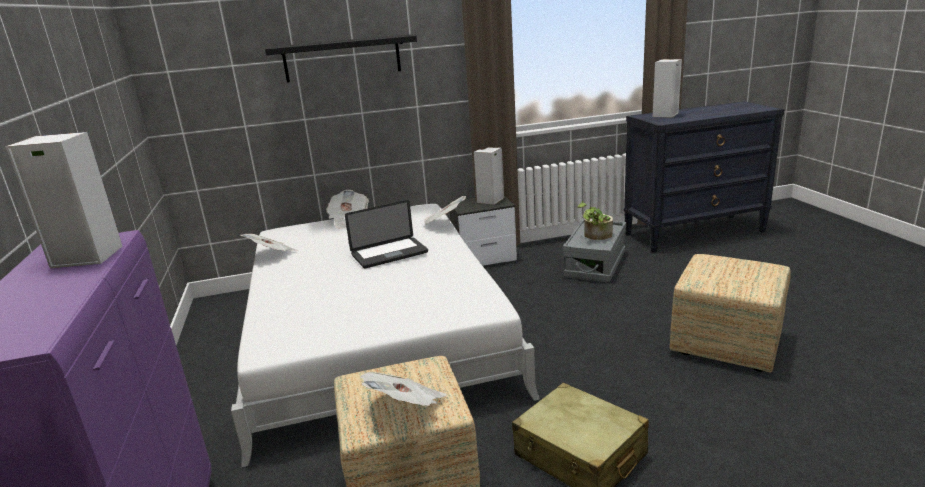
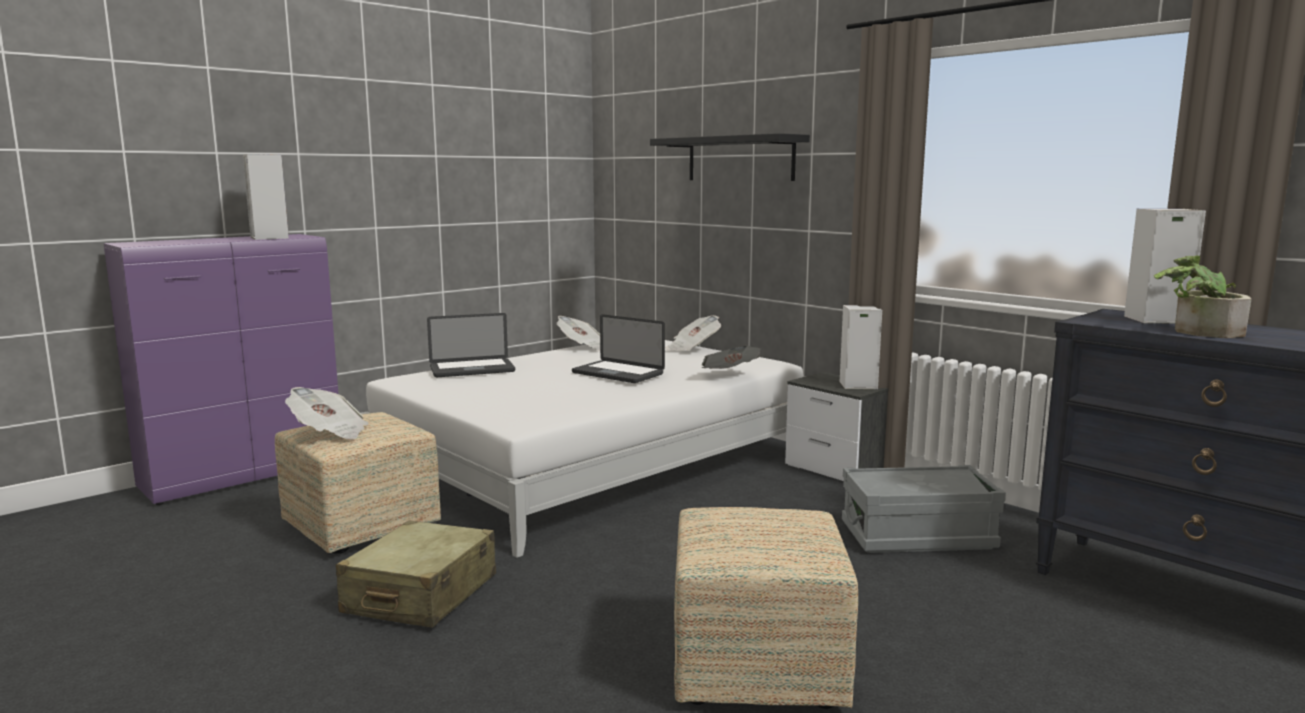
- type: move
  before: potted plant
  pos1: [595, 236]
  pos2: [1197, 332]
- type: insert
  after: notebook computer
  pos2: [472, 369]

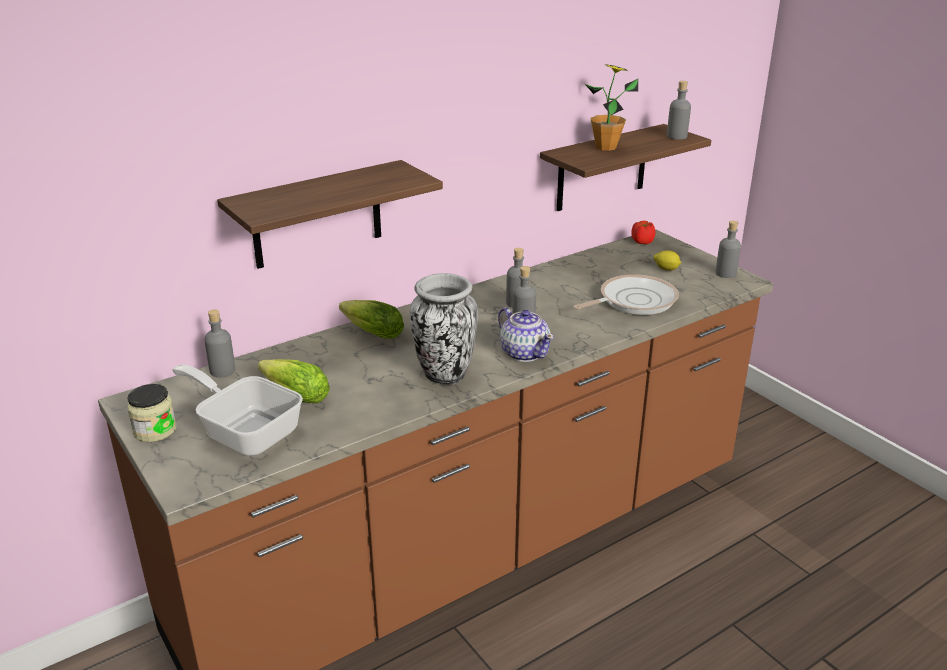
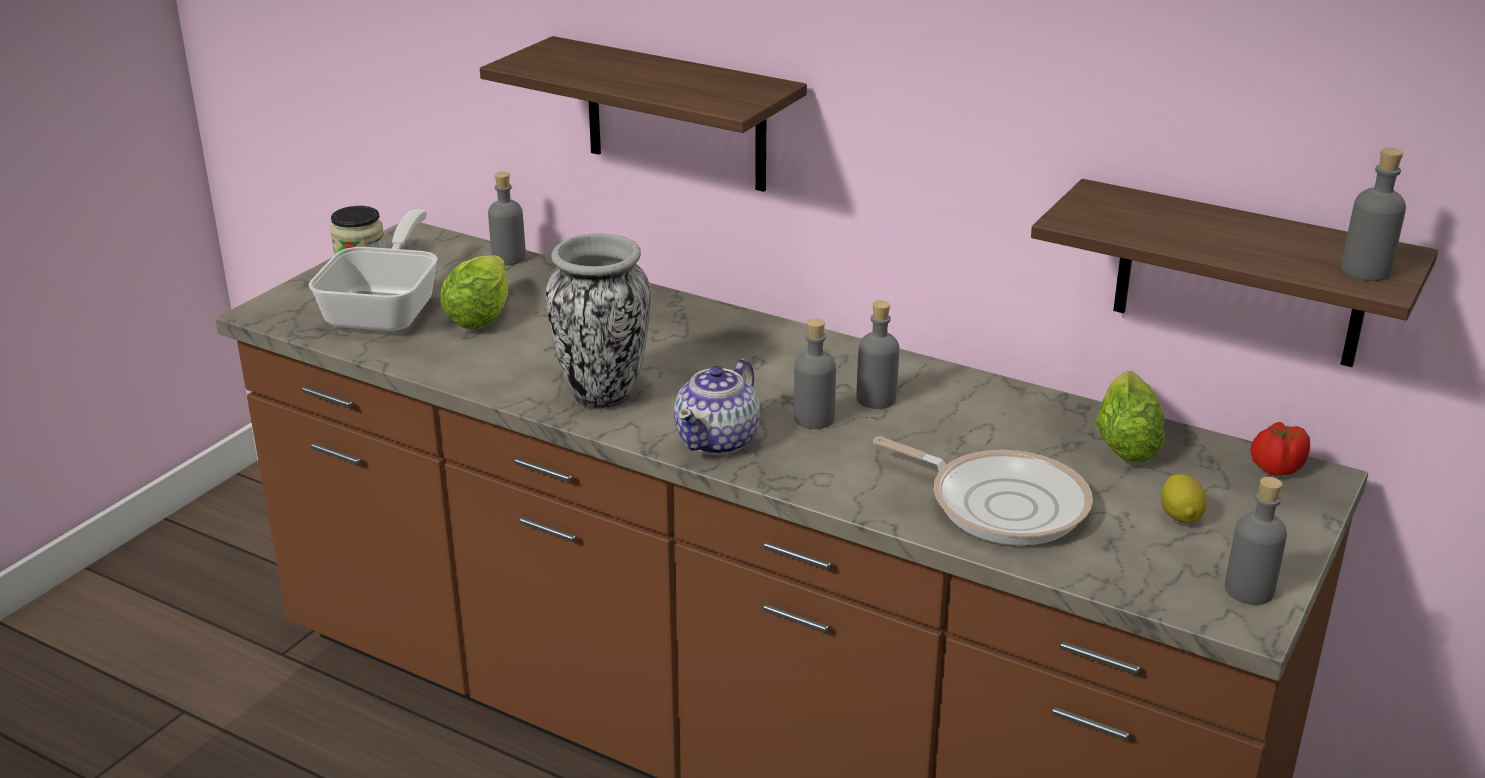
- type: move
  before: lettuce
  pos1: [370, 332]
  pos2: [1127, 438]
- type: delete
  before: potted plant
  pos1: [606, 147]

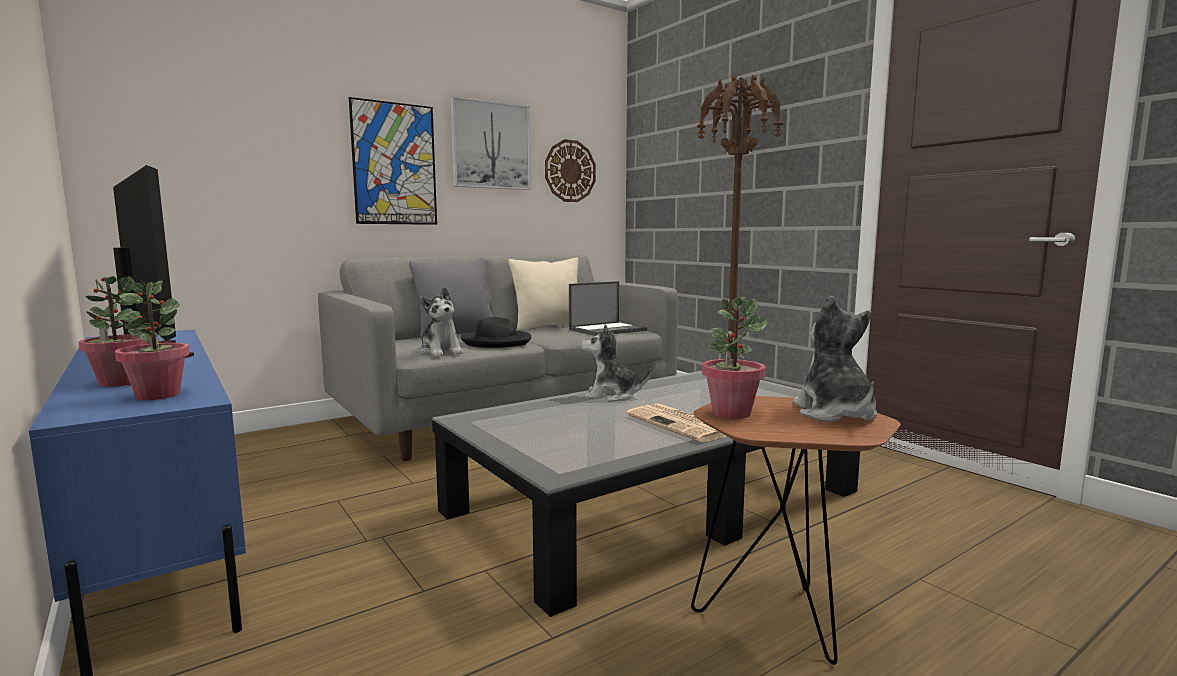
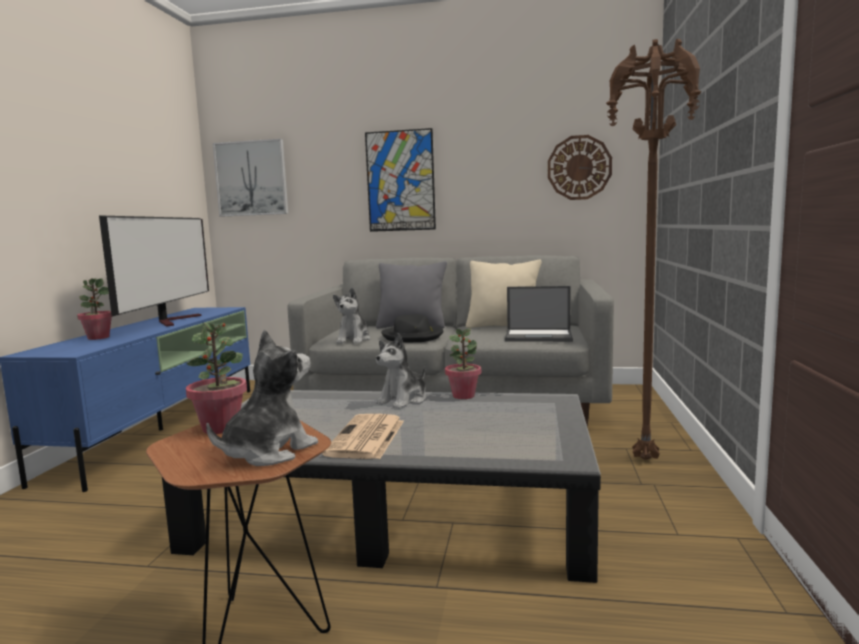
- type: move
  before: potted plant
  pos1: [158, 395]
  pos2: [463, 396]
- type: move
  before: picture
  pos1: [490, 145]
  pos2: [251, 178]
- type: rotate
  before: soft toy
  pos1: [612, 396]
  pos2: [403, 400]
  turn: -105

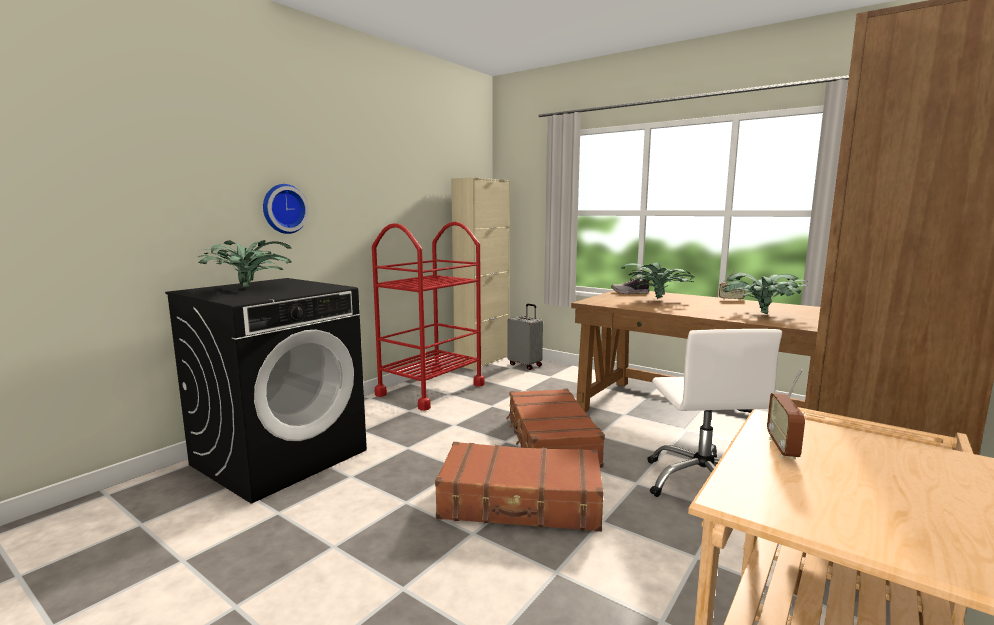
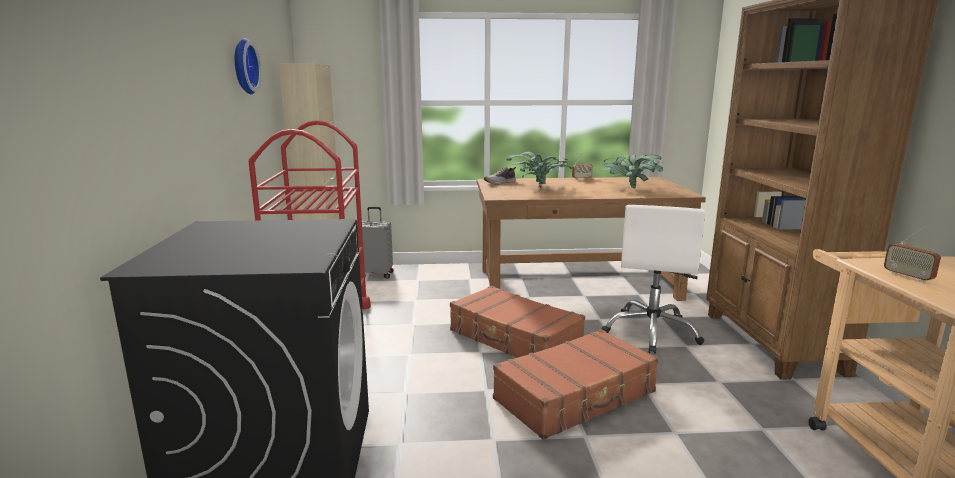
- type: delete
  before: potted plant
  pos1: [249, 288]
- type: move
  before: wall clock
  pos1: [283, 209]
  pos2: [242, 66]
- type: rotate
  before: white-coloured office chair
  pos1: [702, 483]
  pos2: [652, 332]
  turn: 60

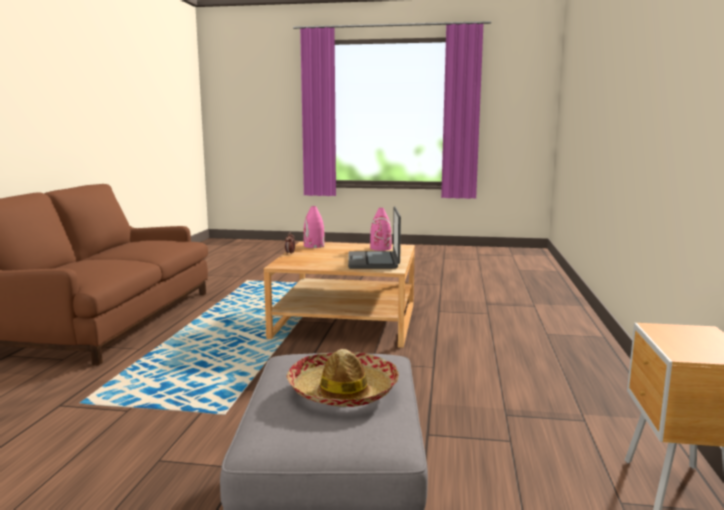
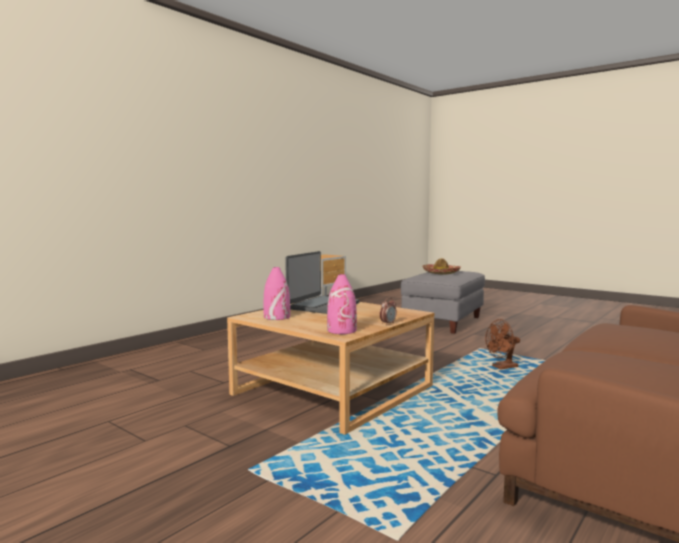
- type: insert
  after: brownish fan
  pos2: [502, 367]

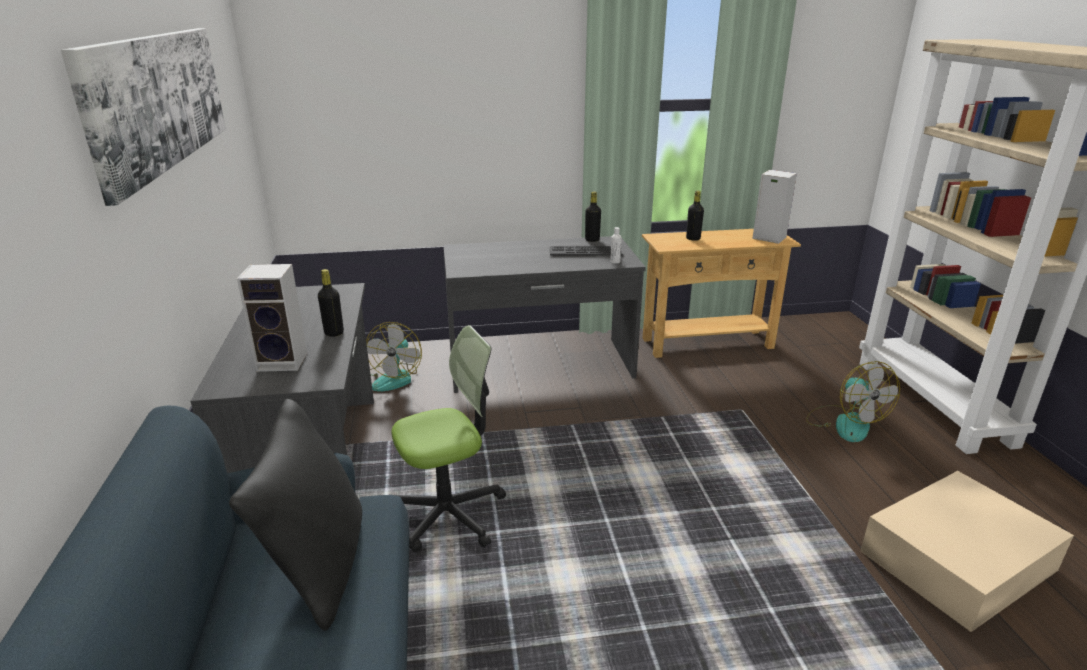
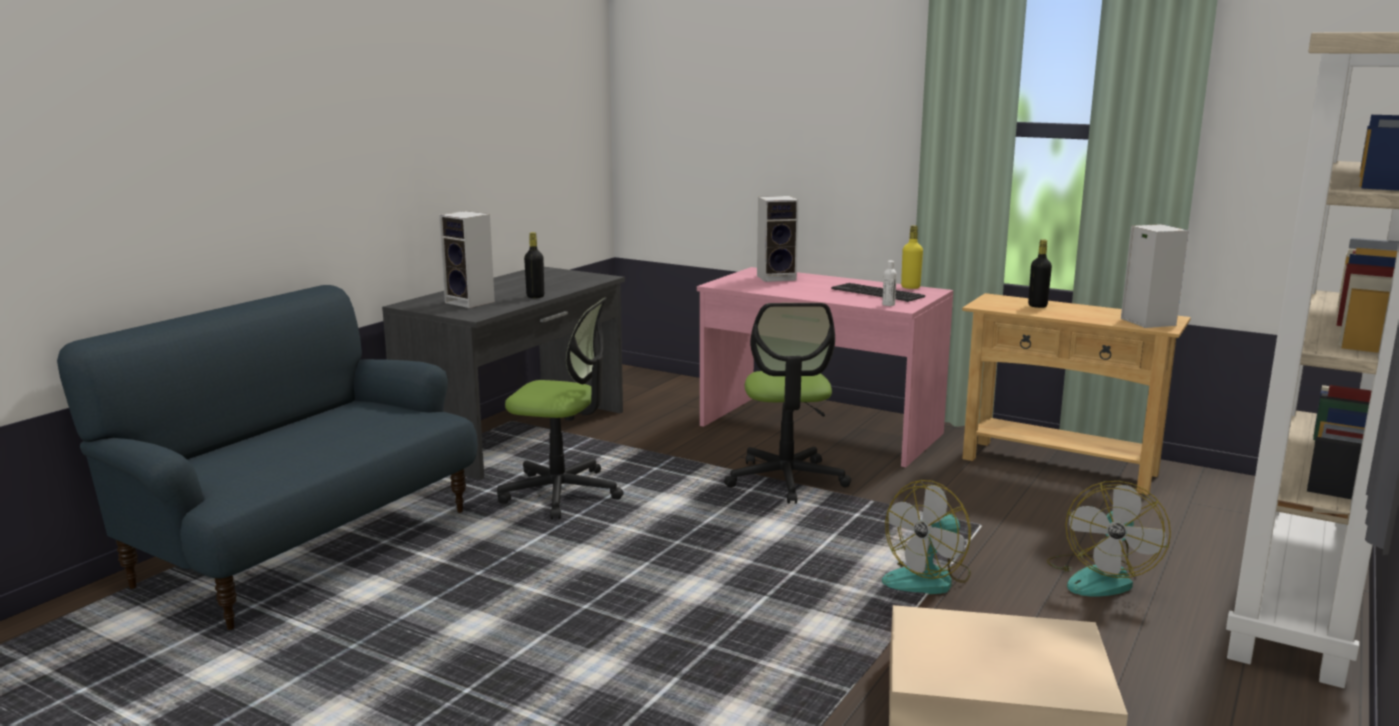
- type: delete
  before: picture
  pos1: [159, 100]
- type: delete
  before: blackish cushion
  pos1: [319, 567]
- type: move
  before: fan
  pos1: [395, 377]
  pos2: [928, 578]
- type: recolor
  before: greyish desk
  after: pink desk
  pos1: [540, 365]
  pos2: [819, 430]
- type: recolor
  before: blackish drink bottle
  after: yellowish drink bottle
  pos1: [592, 240]
  pos2: [910, 287]
- type: insert
  after: office chair
  pos2: [786, 480]
- type: insert
  after: loudspeaker
  pos2: [777, 277]

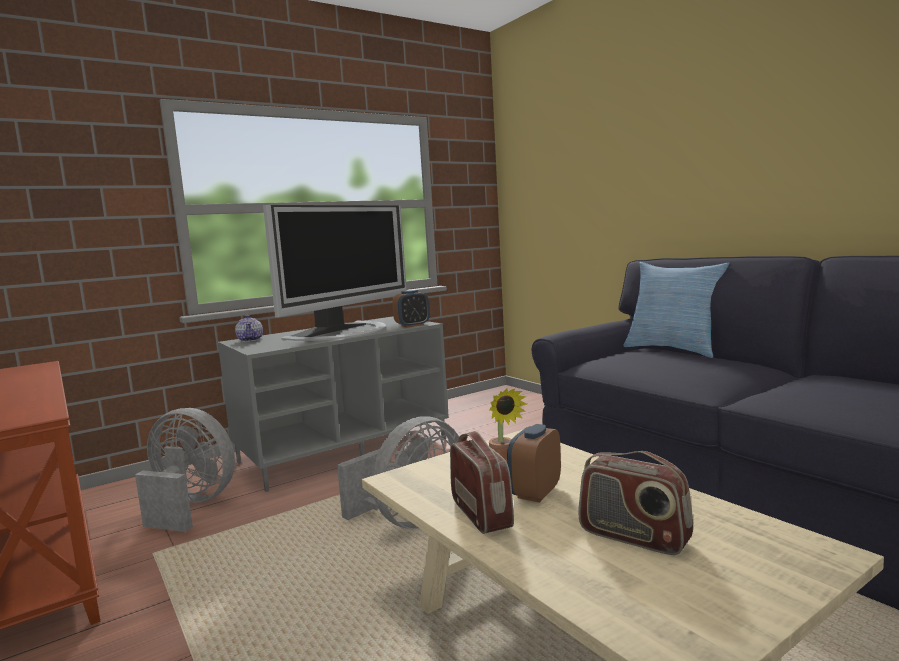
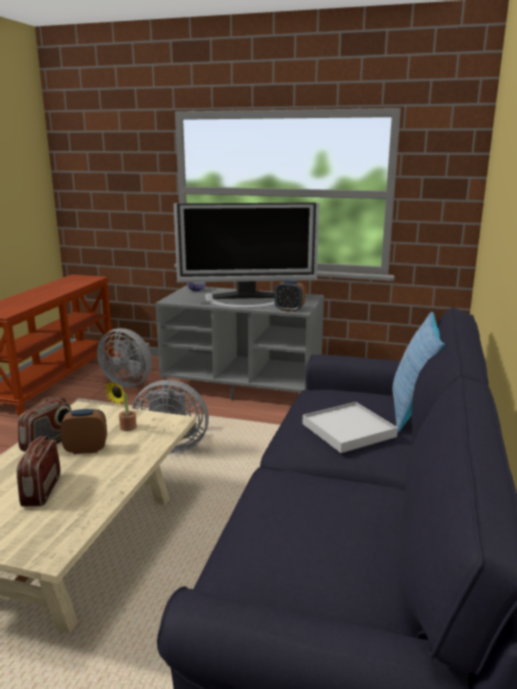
- type: rotate
  before: greyish fan
  pos1: [190, 506]
  pos2: [129, 382]
  turn: 135
- type: insert
  after: white-coloured serving tray
  pos2: [348, 430]

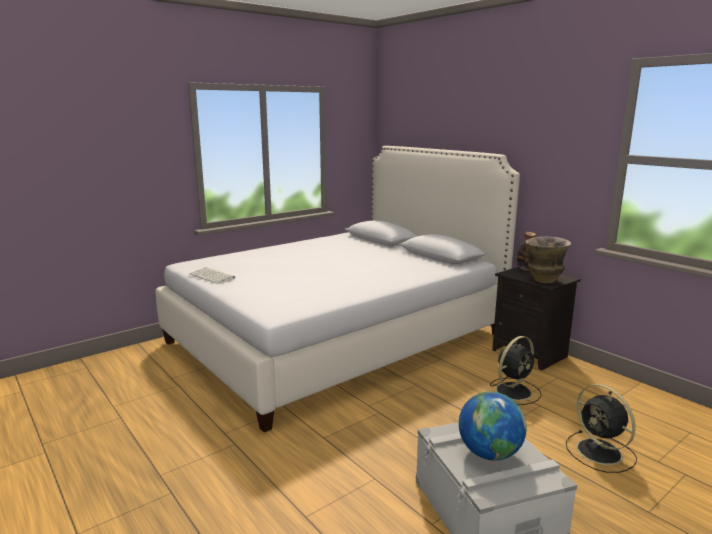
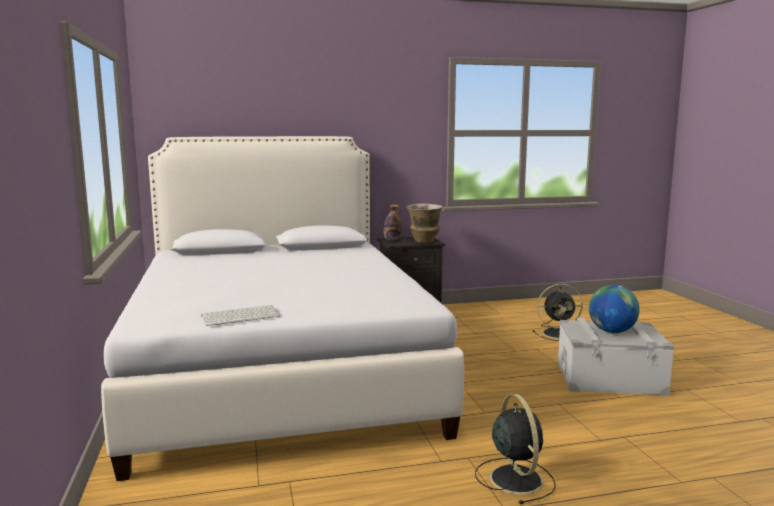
- type: move
  before: blackish fan
  pos1: [514, 391]
  pos2: [515, 478]

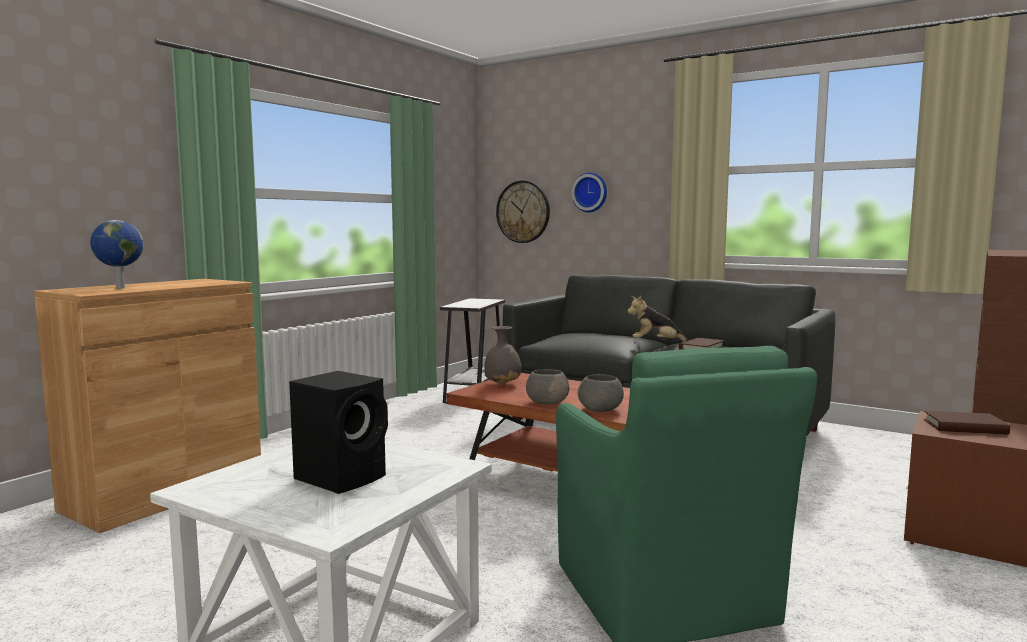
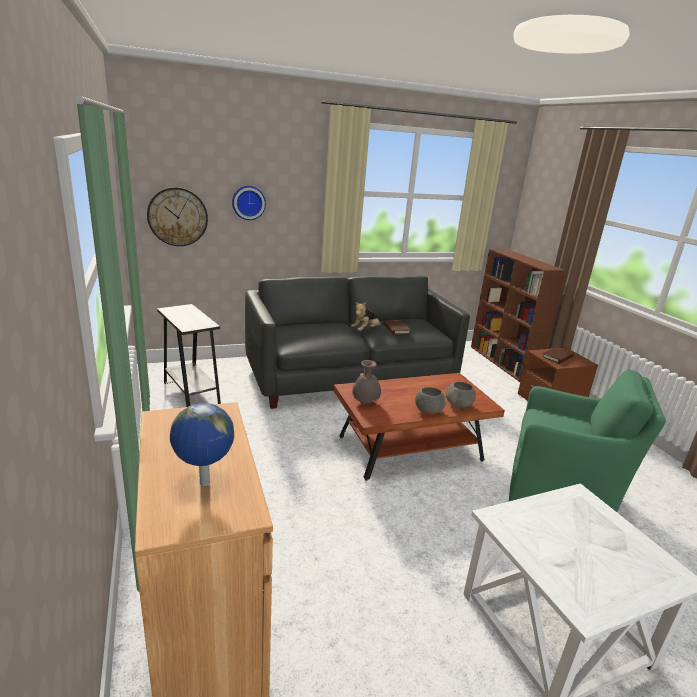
- type: delete
  before: blackish loudspeaker
  pos1: [343, 477]

